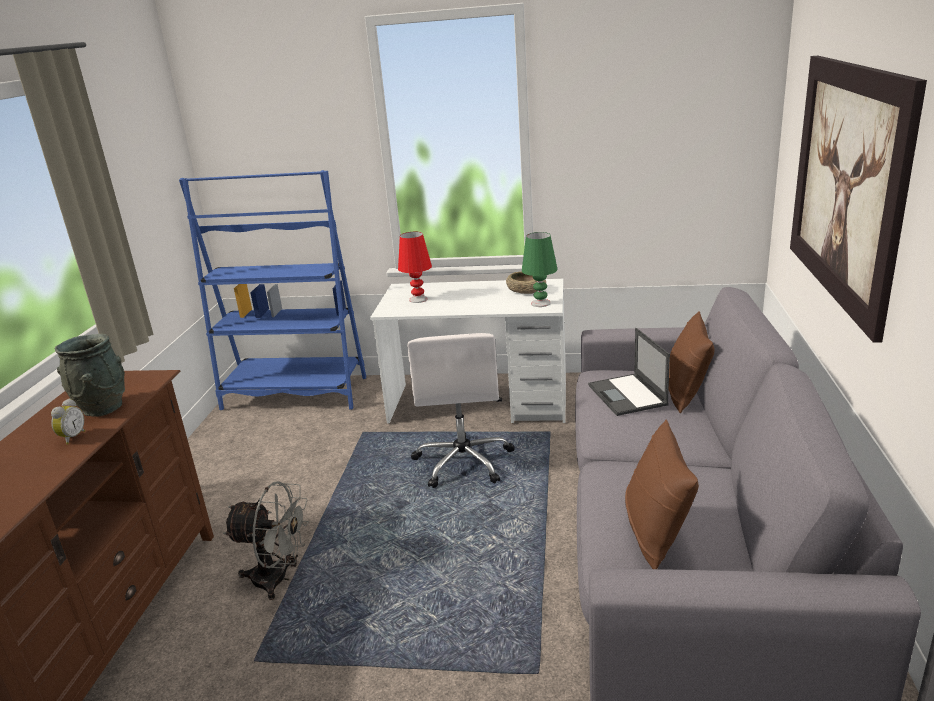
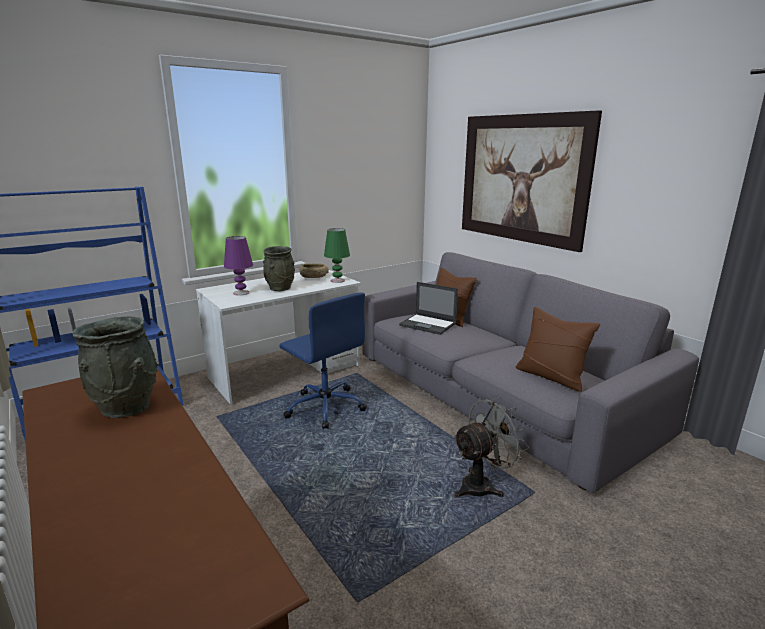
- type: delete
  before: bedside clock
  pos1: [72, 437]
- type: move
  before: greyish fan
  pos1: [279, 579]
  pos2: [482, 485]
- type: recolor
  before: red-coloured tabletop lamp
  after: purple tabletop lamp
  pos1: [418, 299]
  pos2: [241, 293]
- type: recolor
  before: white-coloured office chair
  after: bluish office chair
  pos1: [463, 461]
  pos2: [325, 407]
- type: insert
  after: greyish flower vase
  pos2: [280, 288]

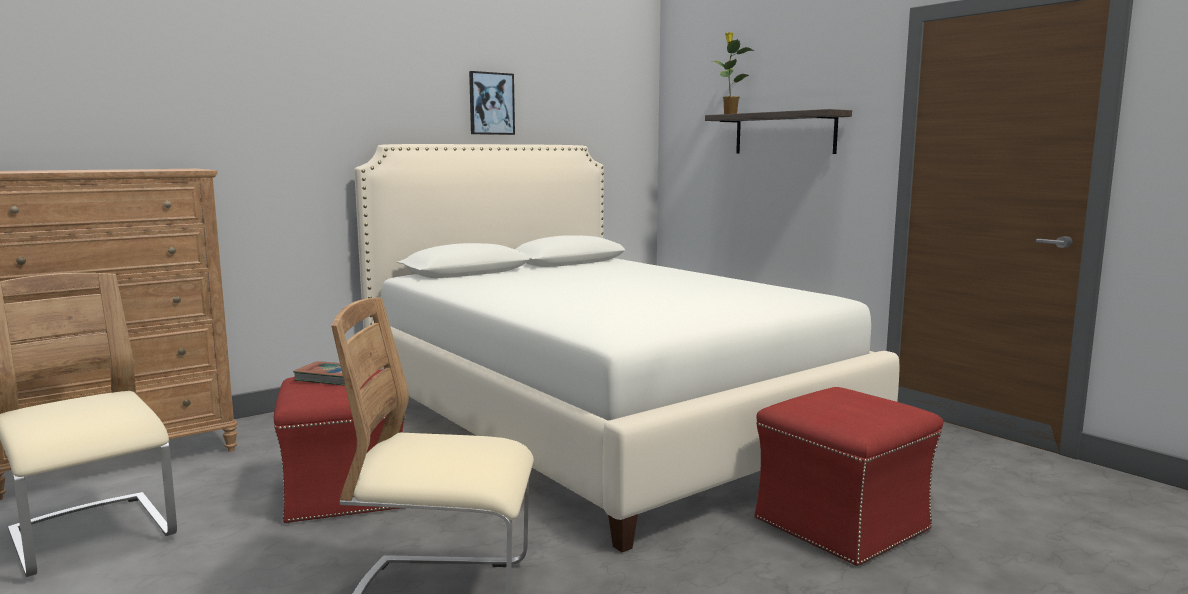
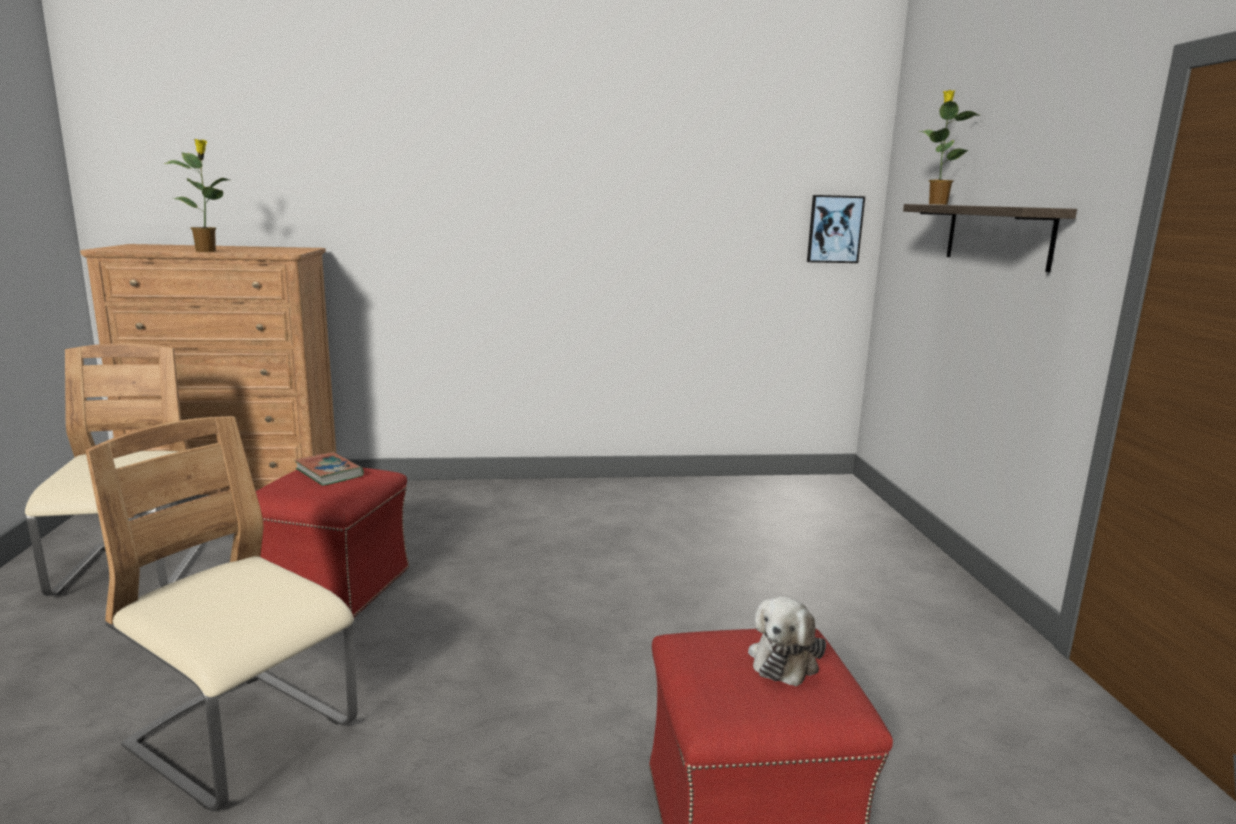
- type: delete
  before: white-coloured sleeping bed
  pos1: [603, 420]
- type: move
  before: picture
  pos1: [491, 103]
  pos2: [834, 229]
- type: insert
  after: potted plant
  pos2: [207, 251]
- type: insert
  after: soft toy
  pos2: [785, 659]

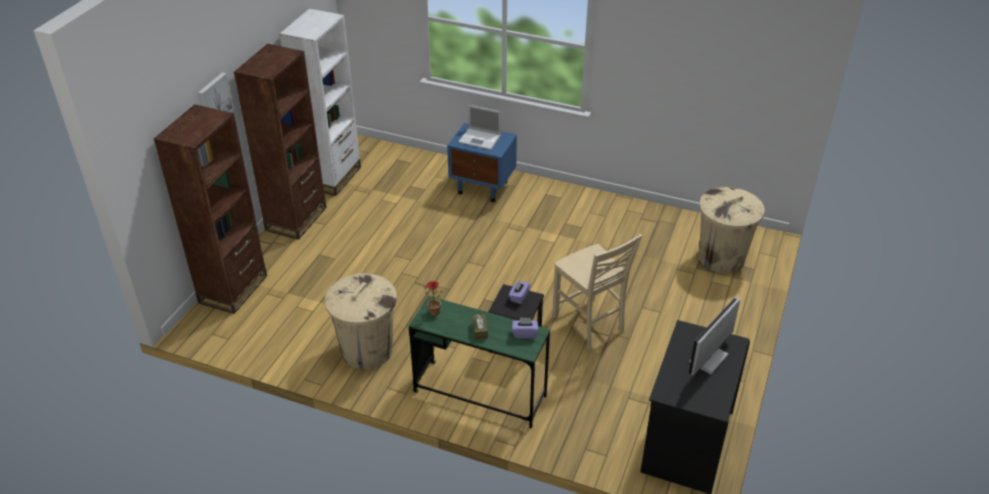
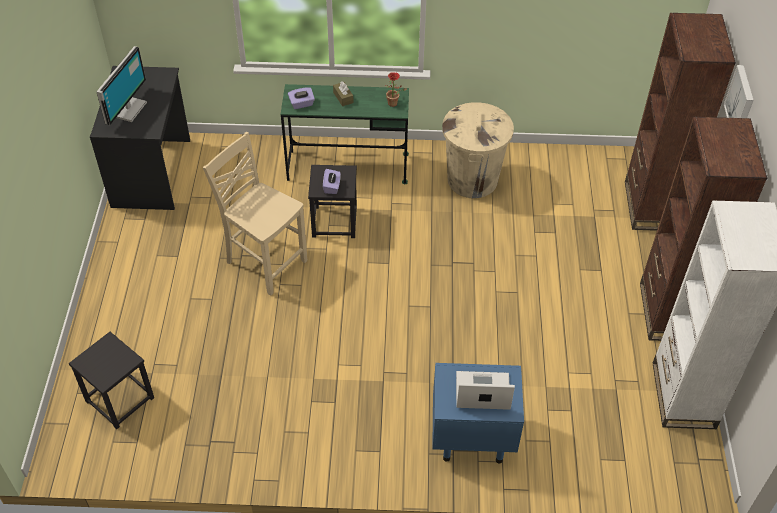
- type: replace
  before: beige trash can
  after: blackish stool seat
  pos1: [721, 258]
  pos2: [119, 399]

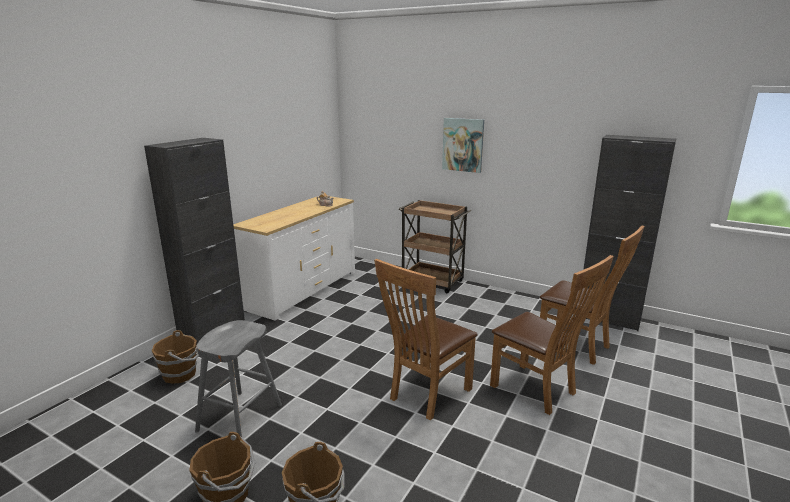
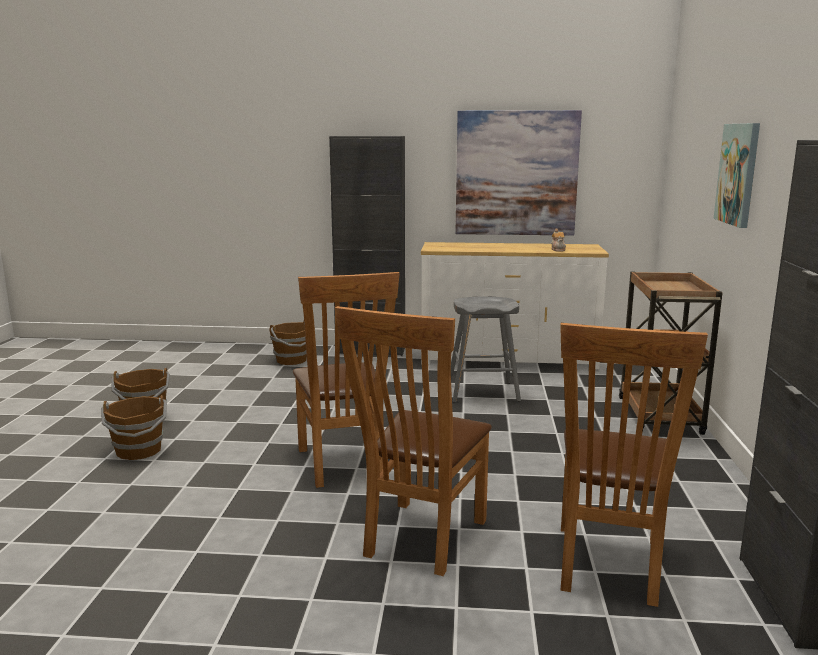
- type: move
  before: greyish stool seat
  pos1: [240, 418]
  pos2: [482, 392]
- type: rotate
  before: brownish plain chair
  pos1: [426, 395]
  pos2: [344, 466]
  turn: -120
- type: insert
  after: picture
  pos2: [516, 173]

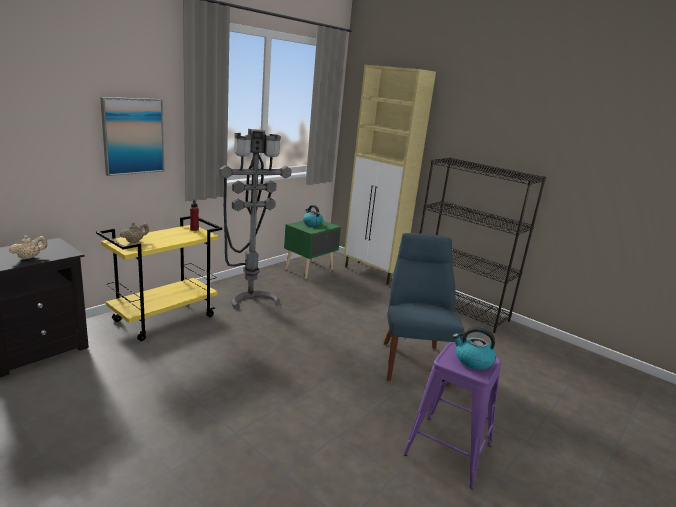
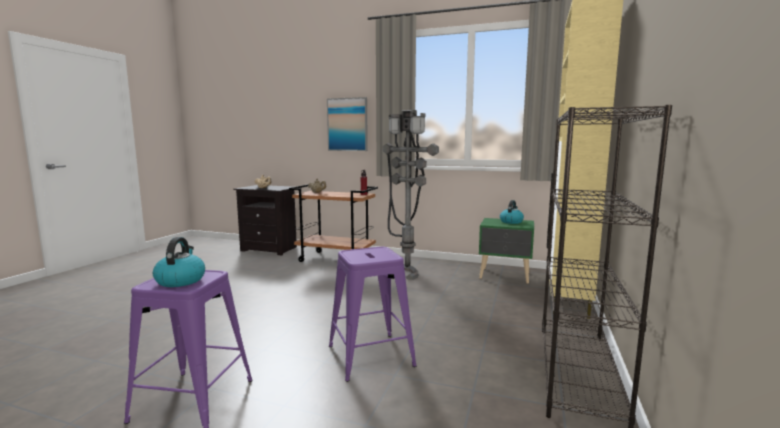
- type: recolor
  before: yellowish trolley
  after: brownish trolley
  pos1: [165, 318]
  pos2: [336, 259]
- type: replace
  before: bluish plain chair
  after: purple stool seat
  pos1: [413, 360]
  pos2: [370, 356]

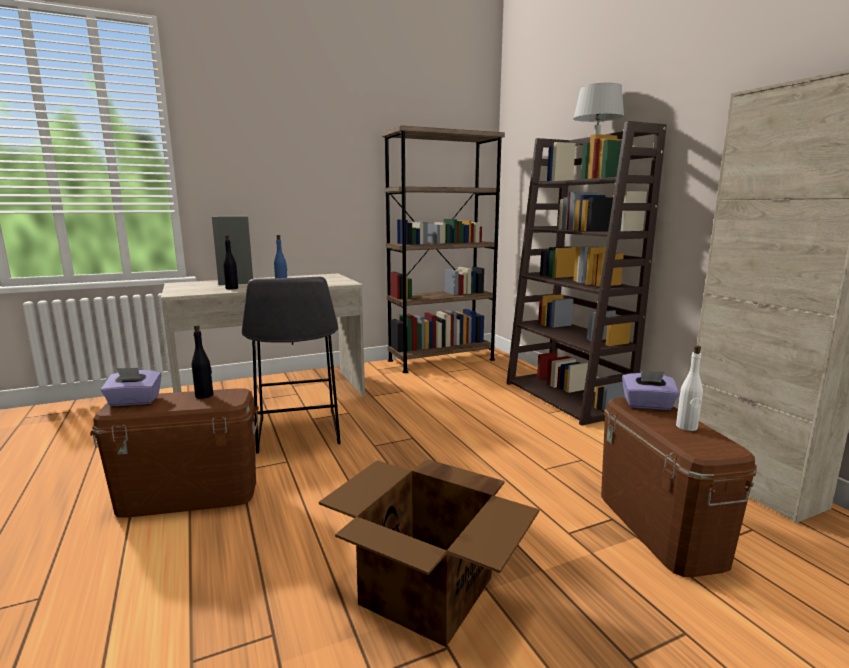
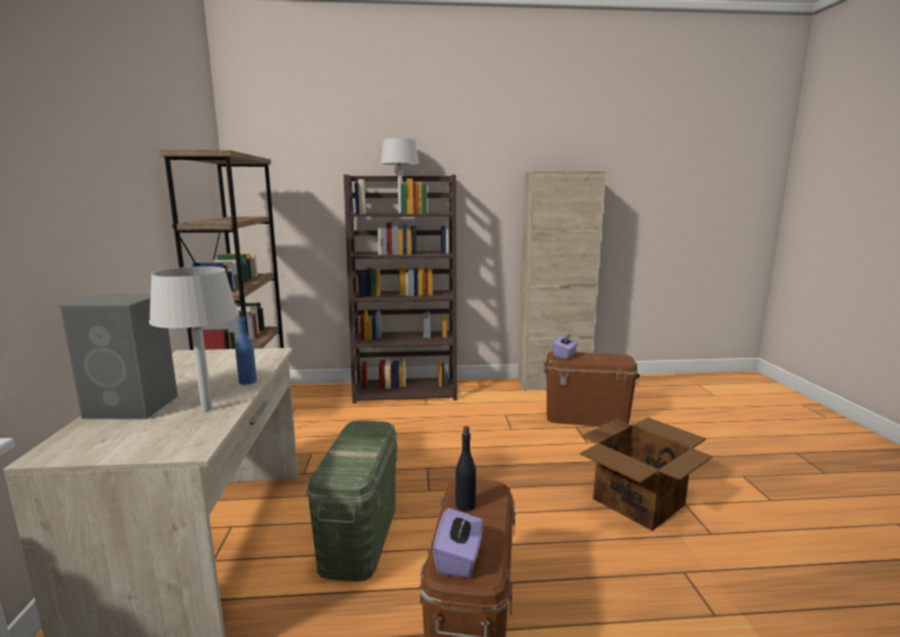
- type: replace
  before: blackish drink bottle
  after: greyish tabletop lamp
  pos1: [232, 288]
  pos2: [206, 409]
- type: replace
  before: greyish stool seat
  after: green storage container
  pos1: [297, 432]
  pos2: [360, 536]
- type: delete
  before: white-coloured drink bottle
  pos1: [686, 427]

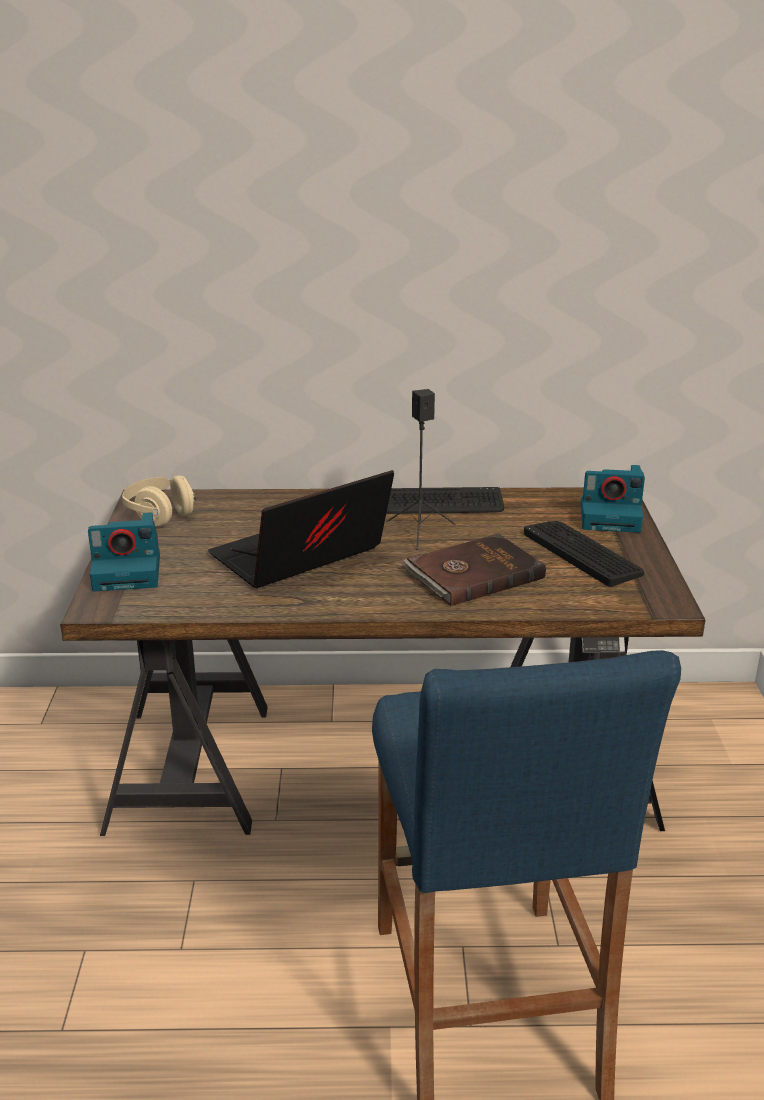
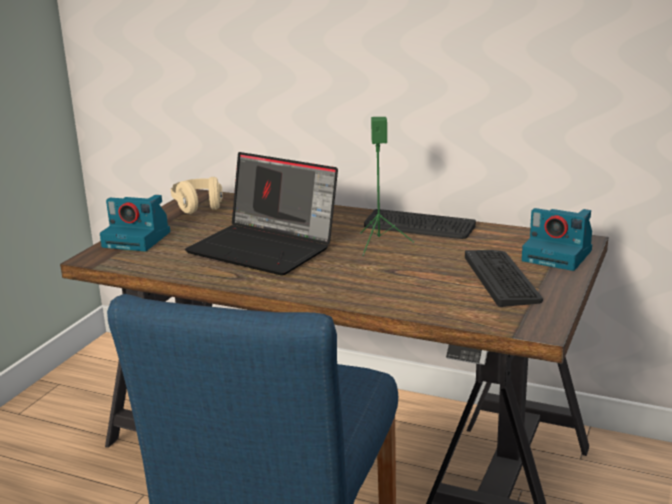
- type: rotate
  before: notebook computer
  pos1: [299, 558]
  pos2: [265, 248]
  turn: -135
- type: recolor
  before: blackish loudspeaker
  after: green loudspeaker
  pos1: [420, 532]
  pos2: [379, 243]
- type: delete
  before: brownish volume
  pos1: [473, 574]

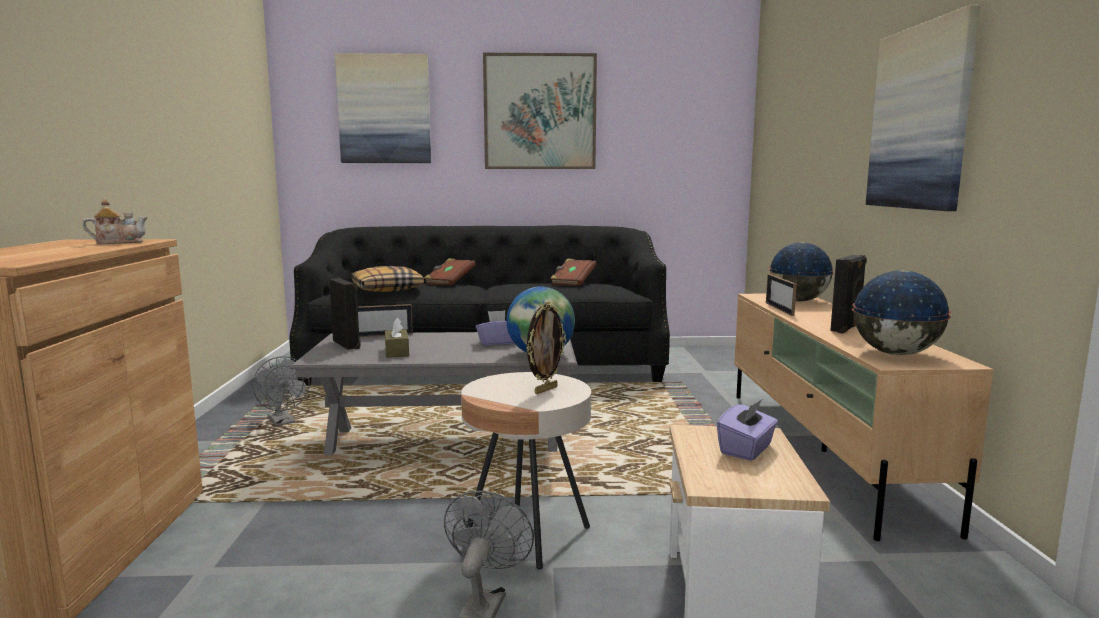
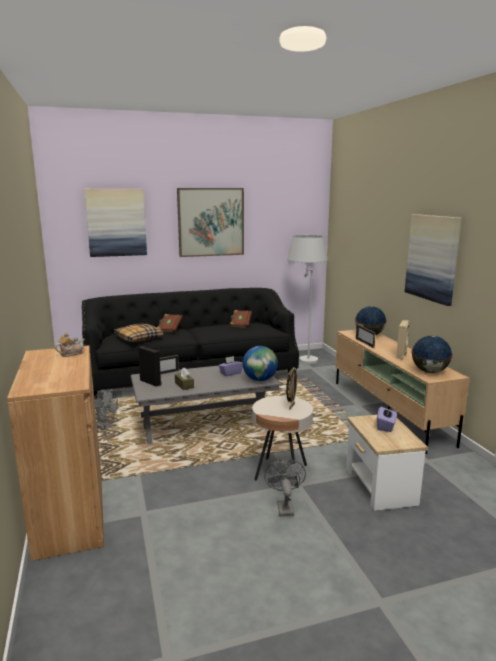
- type: recolor
  before: blackish loudspeaker
  after: beige loudspeaker
  pos1: [847, 328]
  pos2: [402, 355]
- type: insert
  after: white-coloured standard lamp
  pos2: [304, 357]

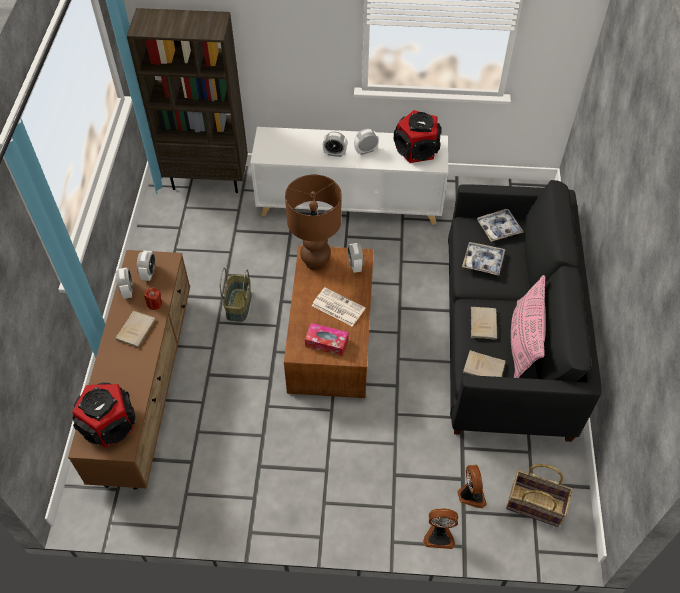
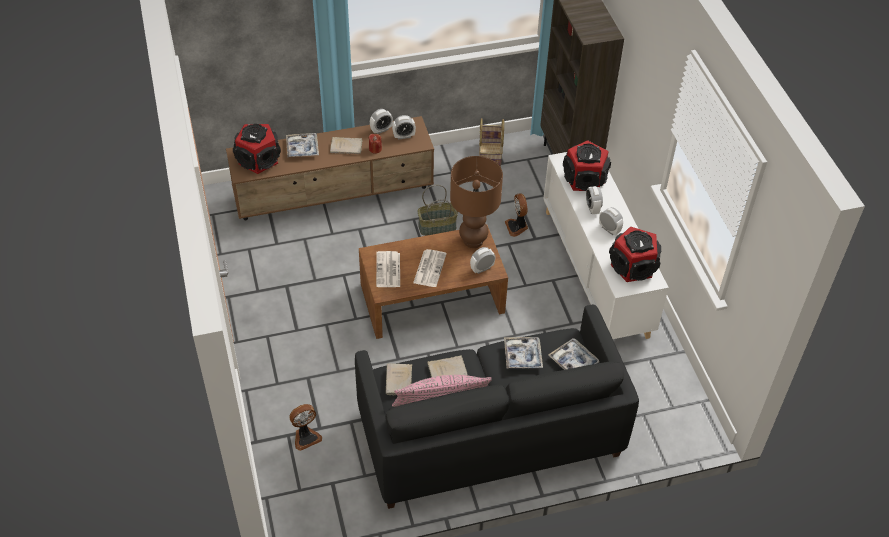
- type: replace
  before: box of tissues
  after: printed paper
  pos1: [326, 343]
  pos2: [388, 270]
- type: move
  before: fan
  pos1: [439, 535]
  pos2: [517, 227]
- type: move
  before: household basket
  pos1: [535, 504]
  pos2: [490, 157]
- type: insert
  after: serving tray
  pos2: [302, 148]
- type: insert
  after: loudspeaker
  pos2: [585, 179]

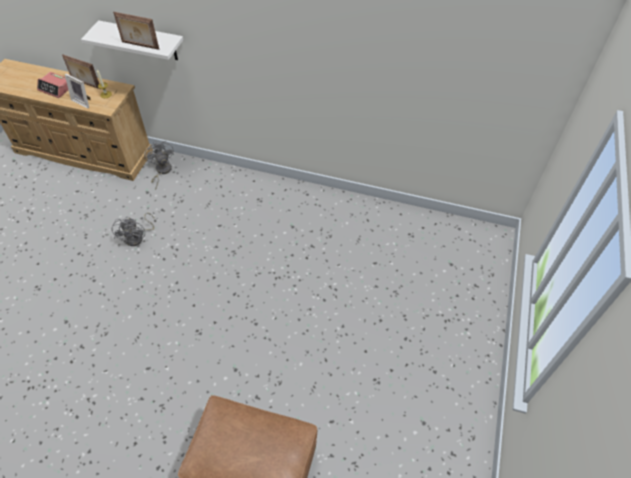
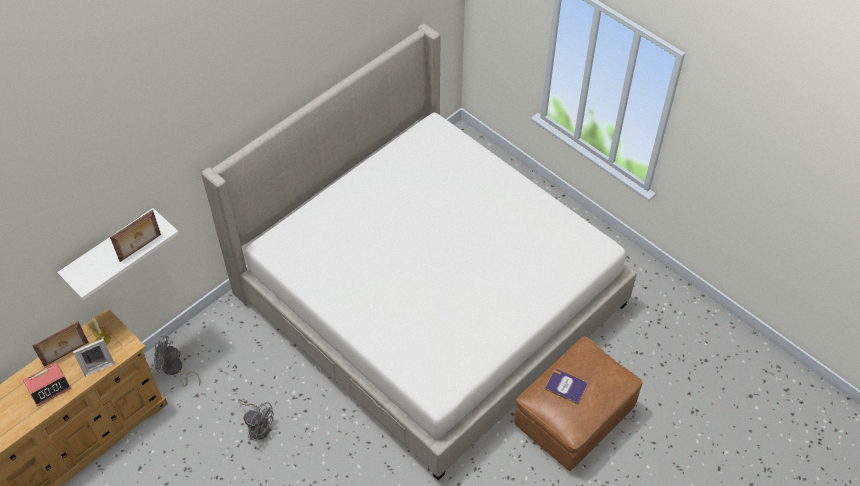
- type: insert
  after: sleeping bed
  pos2: [430, 299]
- type: insert
  after: volume
  pos2: [566, 386]

